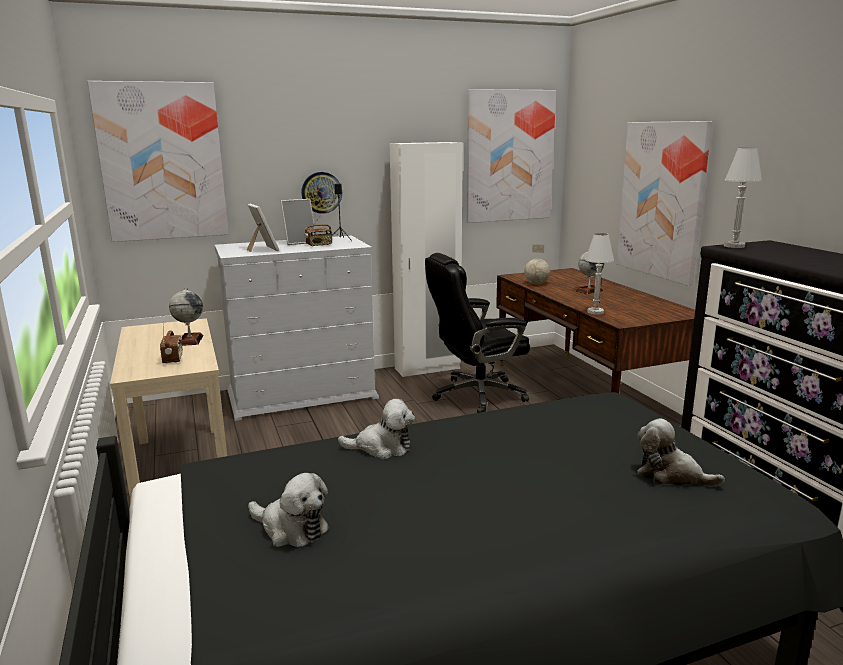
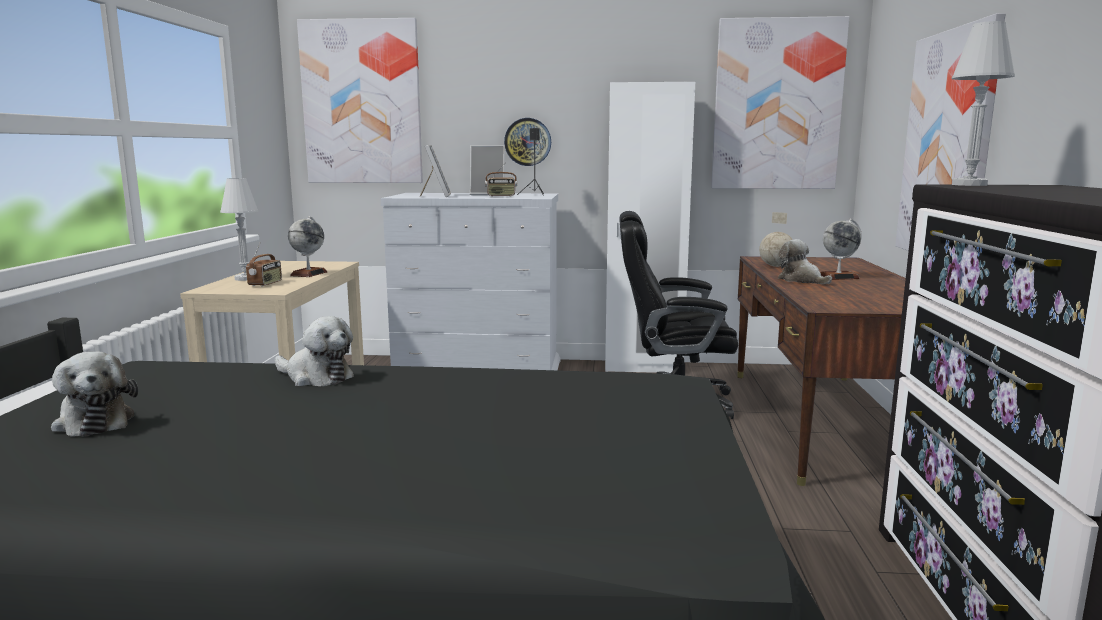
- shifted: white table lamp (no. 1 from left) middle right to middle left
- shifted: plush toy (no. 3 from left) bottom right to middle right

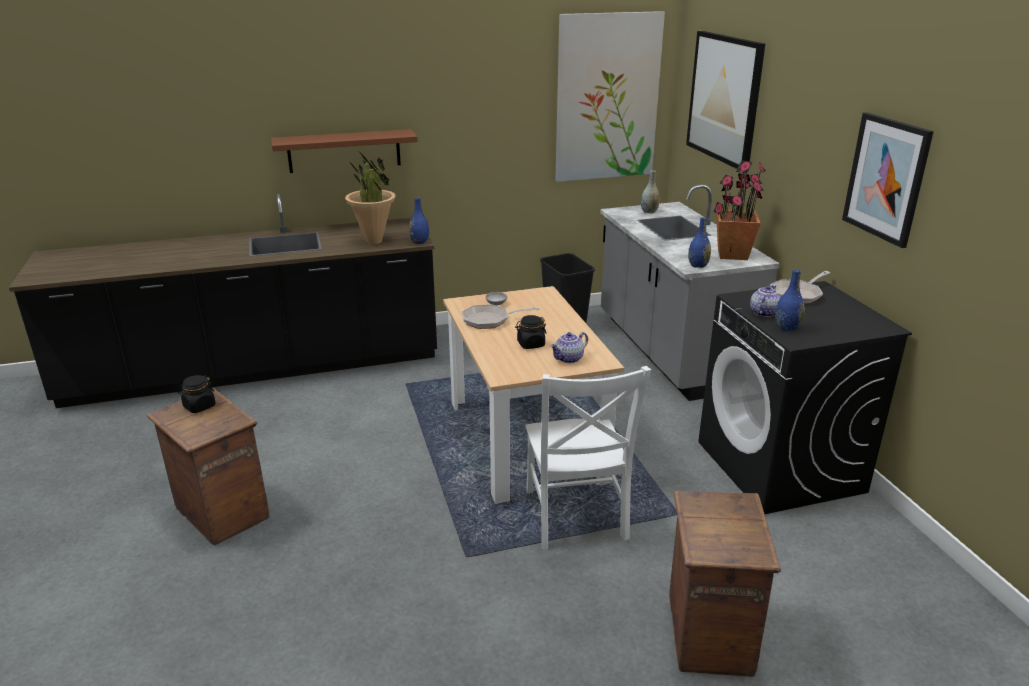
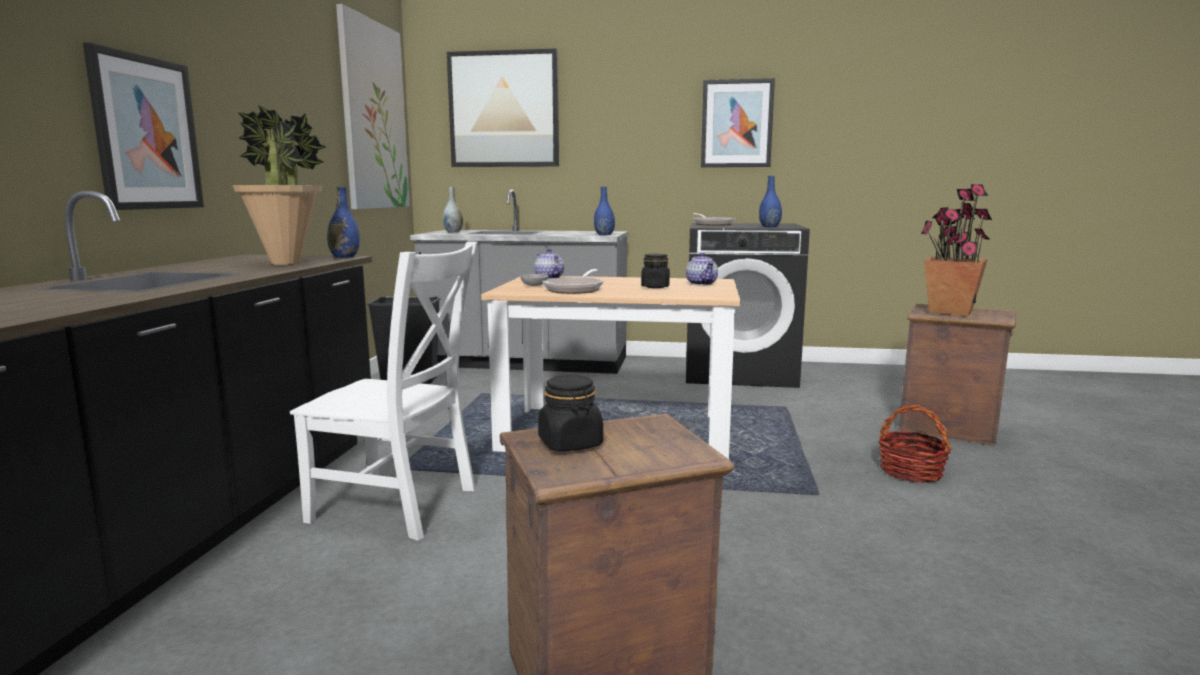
- swapped: brown shelf top centre to picture (no. 1 from left) top left
- shifted: white chair centre to middle left
- shifted: teapot (no. 2 from left in the first image) middle right to teapot (no. 1 from left) centre
- new: basket middle right
- shifted: potted plant (no. 2 from left) top right to middle right

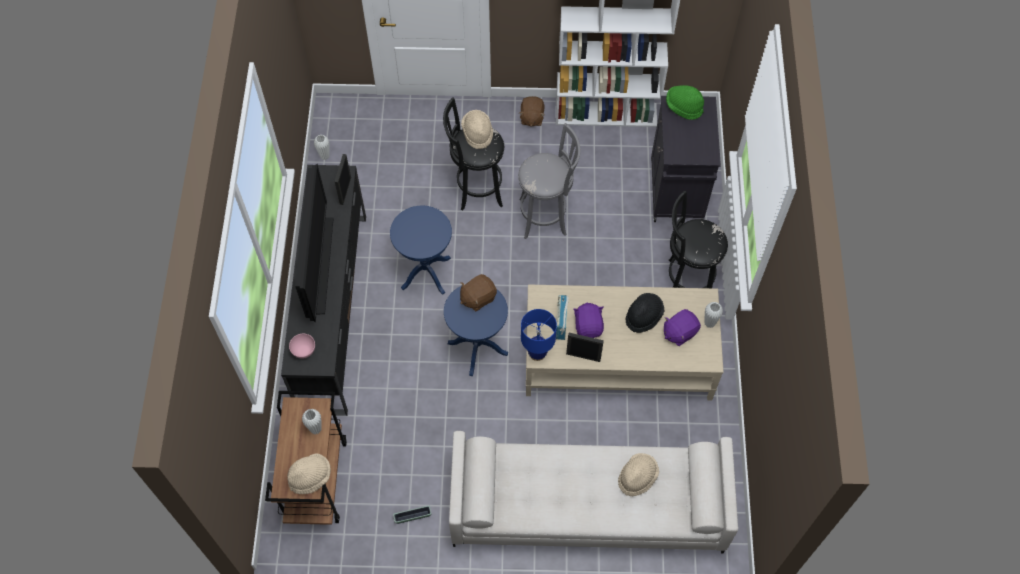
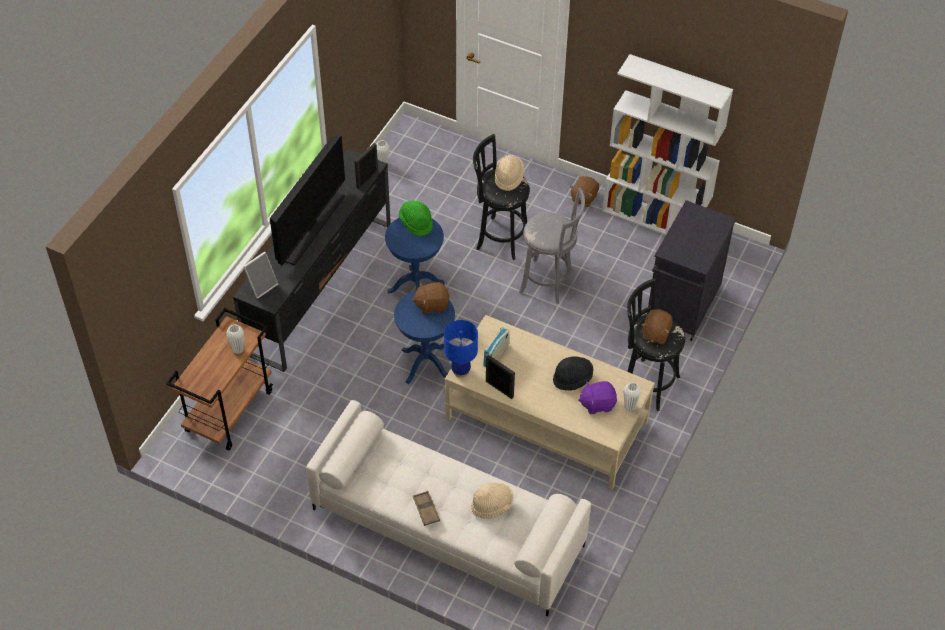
- swapped: pink bowl middle left to picture frame (no. 1 from left) middle left
- shifted: green hat top right to centre
- new: brown tray bottom centre
- new: brown plush toy (no. 3 from left) middle right
- gone: beige hat (no. 1 from left) bottom left
- gone: planter bottom centre
- gone: purple plush toy (no. 1 from left) centre

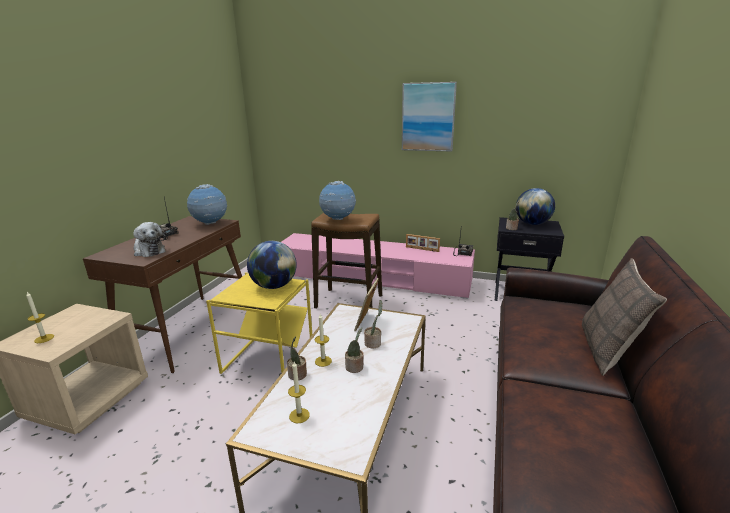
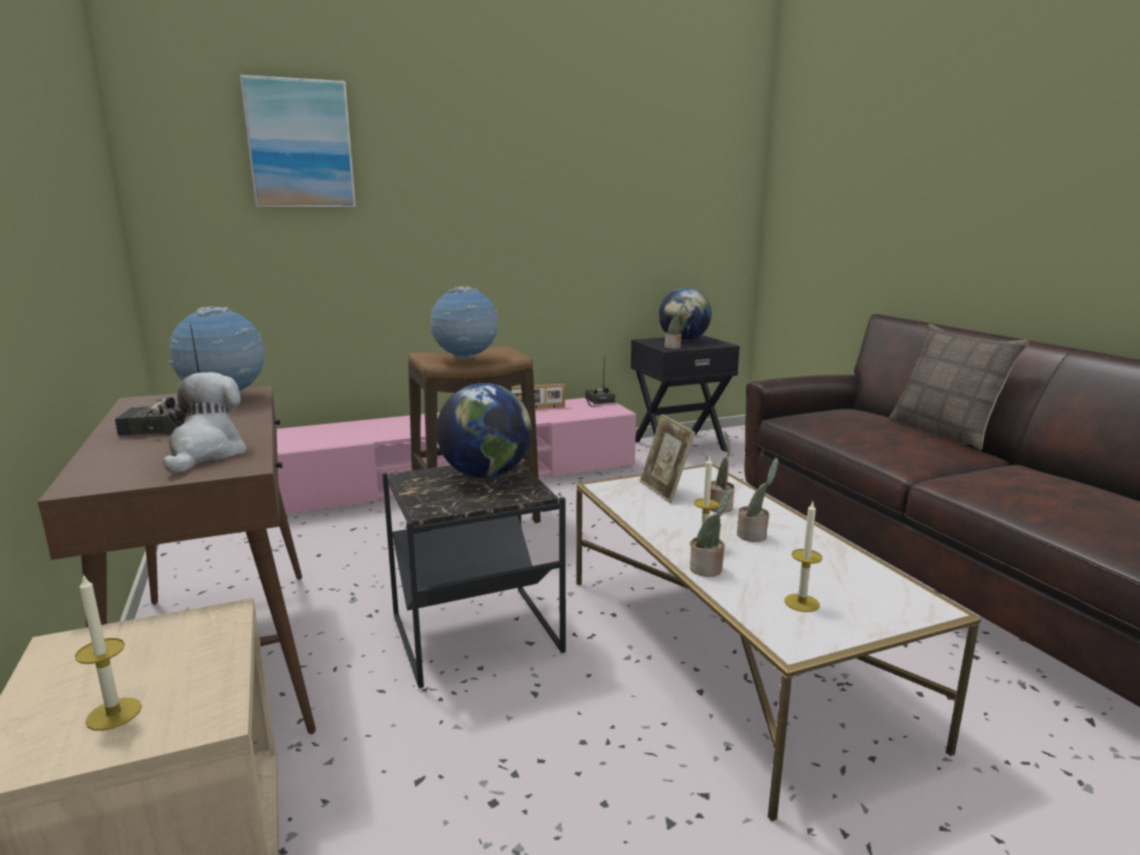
- rotated: plush toy middle left = middle left 90 degrees counterclockwise
- shifted: picture top centre to top left
- repainted: yellow side table centre to black side table bottom centre

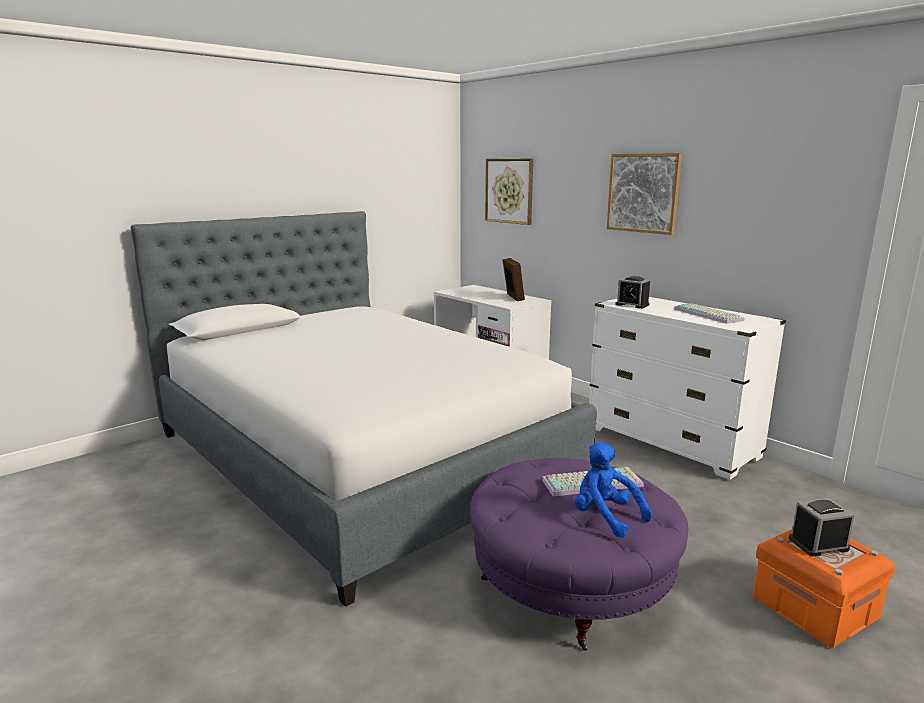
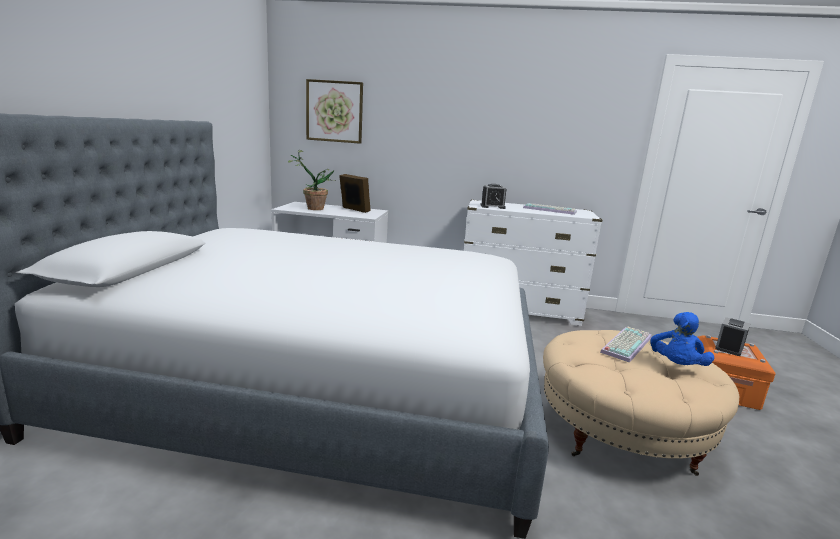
- new: potted plant centre
- repainted: purple ottoman bottom centre to beige ottoman bottom right
- rotated: blue plush toy bottom centre = middle right 75 degrees counterclockwise
- gone: picture (no. 2 from left) top right

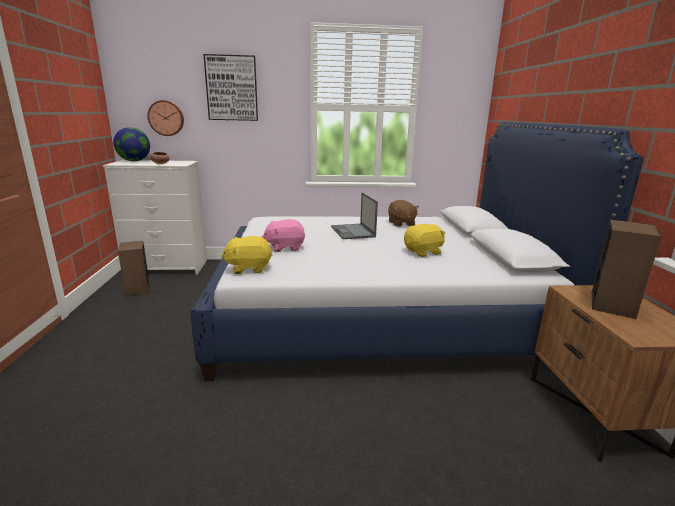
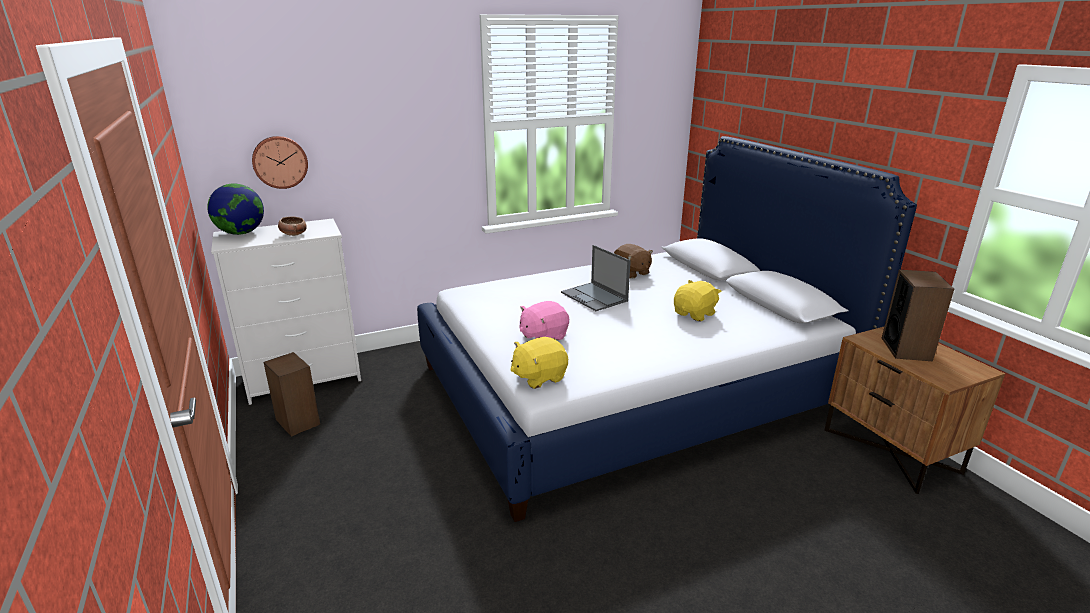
- gone: picture top centre

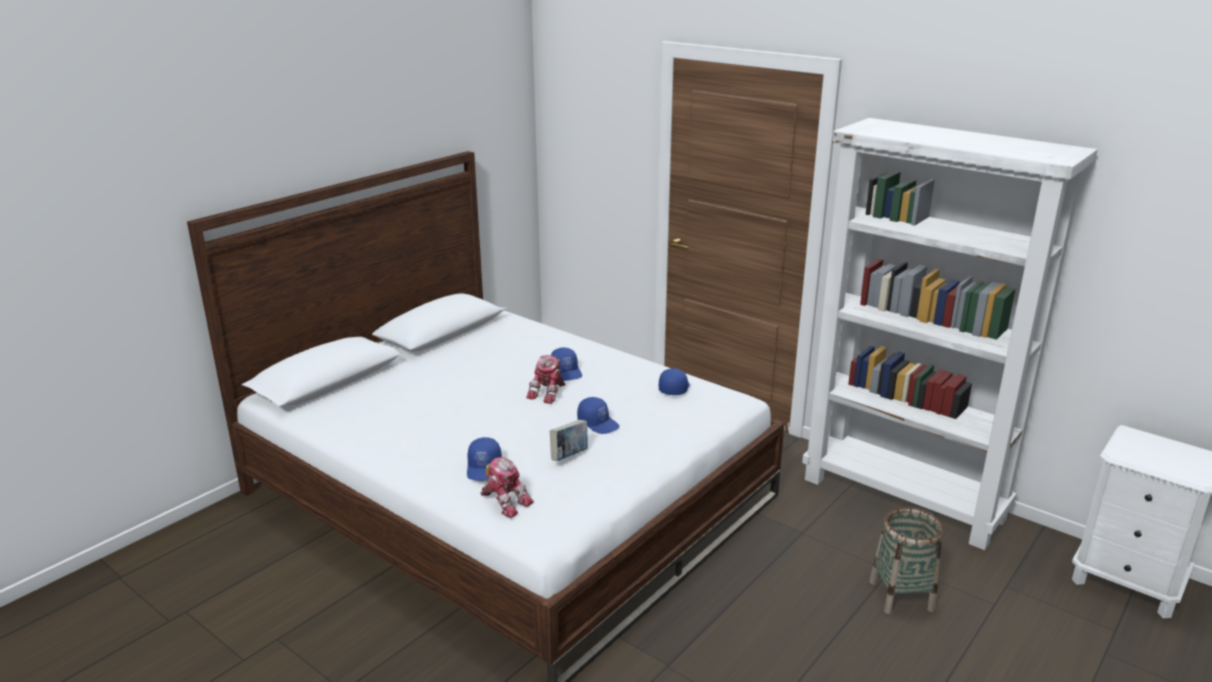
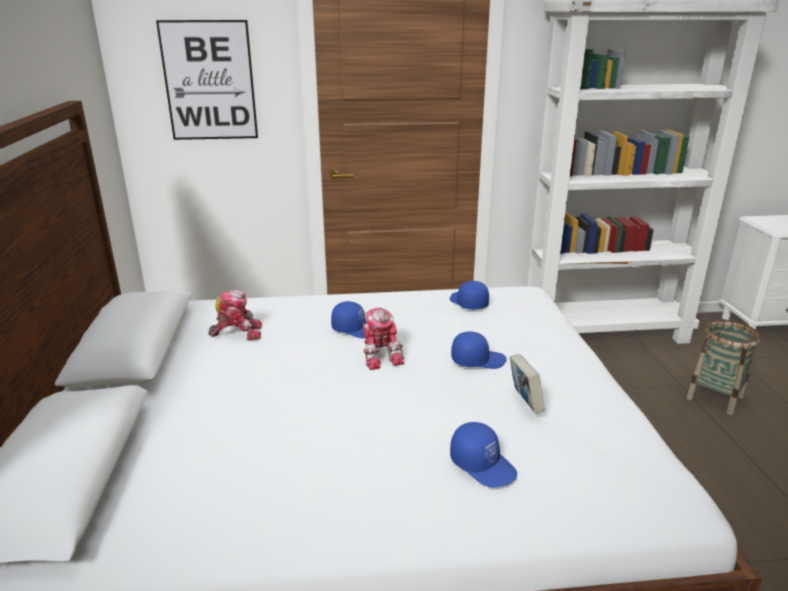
- new: picture top left
- shifted: toy robot (no. 1 from left) bottom centre to middle left

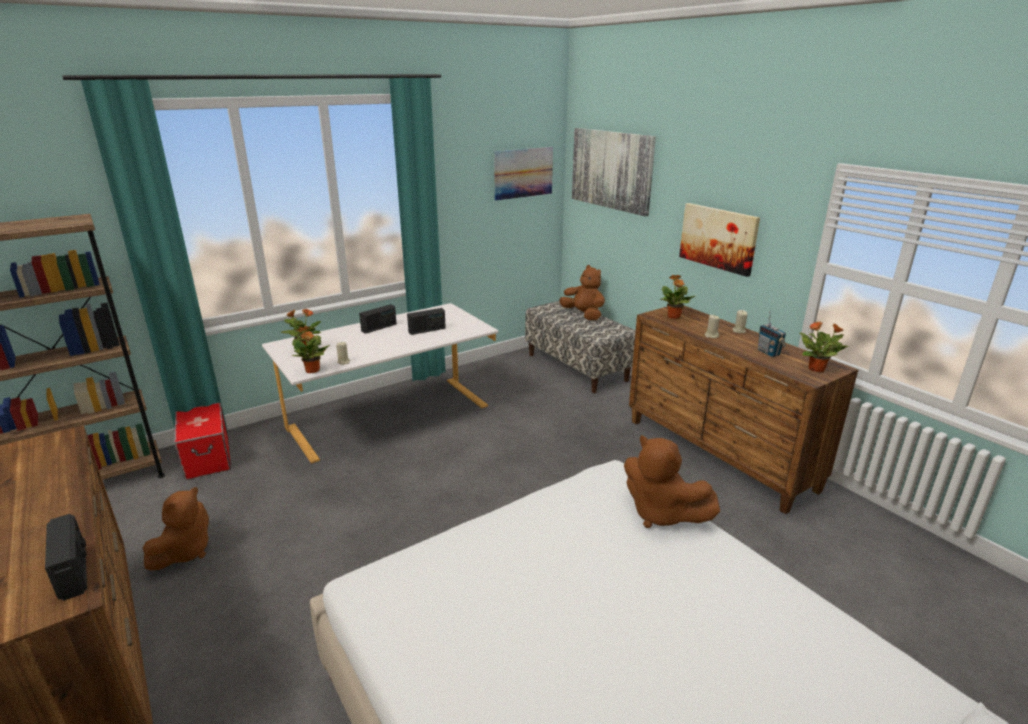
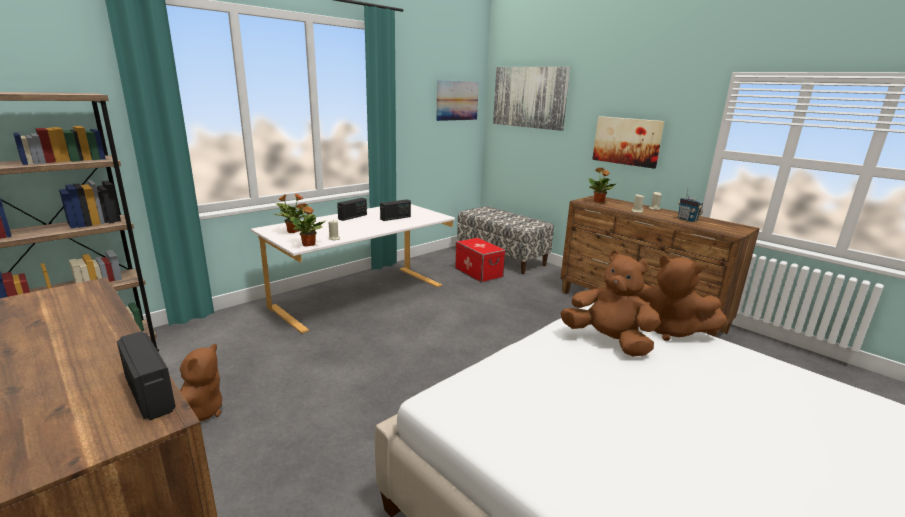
- shifted: storage box middle left to centre
- shifted: brown plush toy (no. 2 from left) centre to middle right
- gone: potted plant (no. 4 from left) middle right

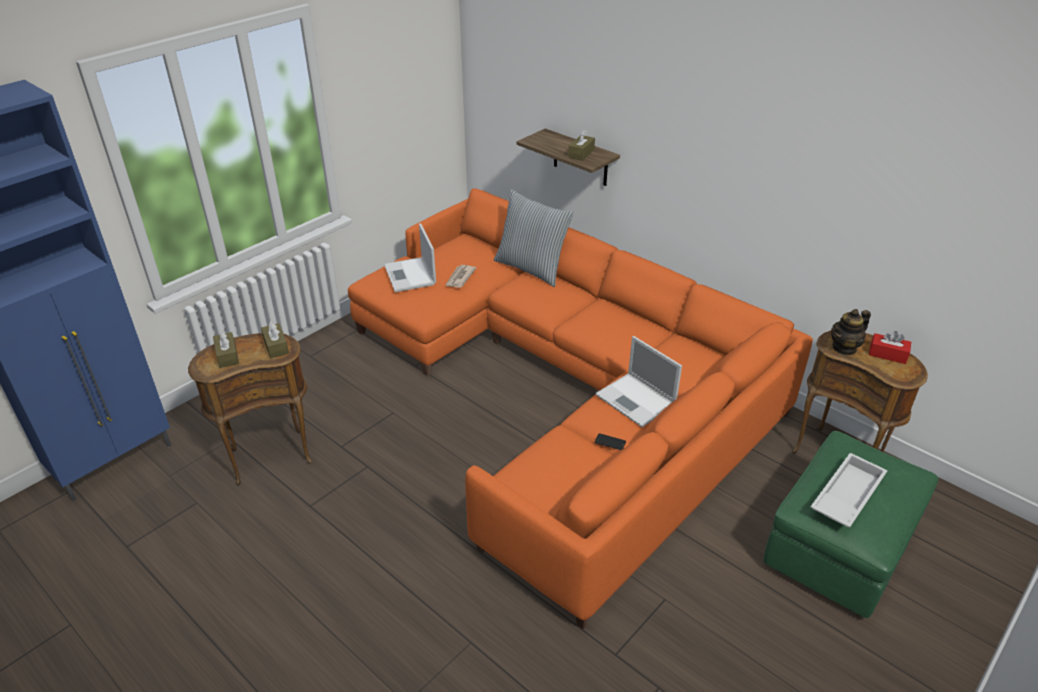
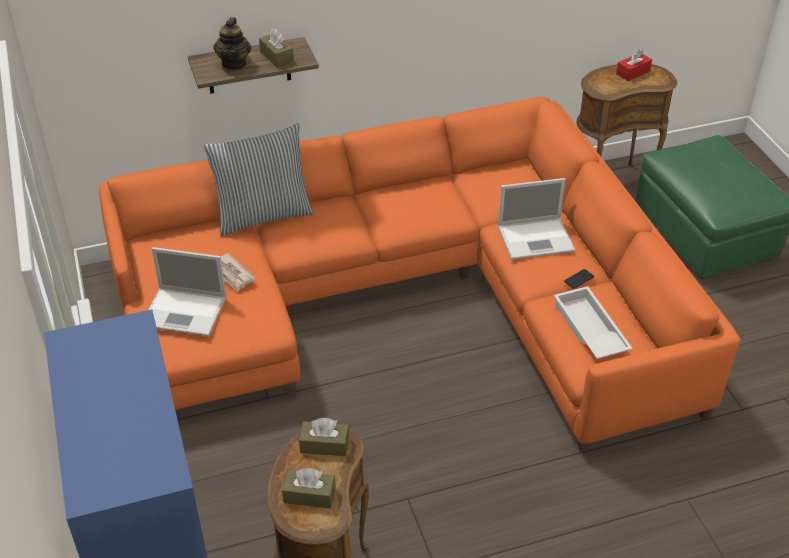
- shifted: teapot middle right to top left
- shifted: white tray bottom right to middle right

